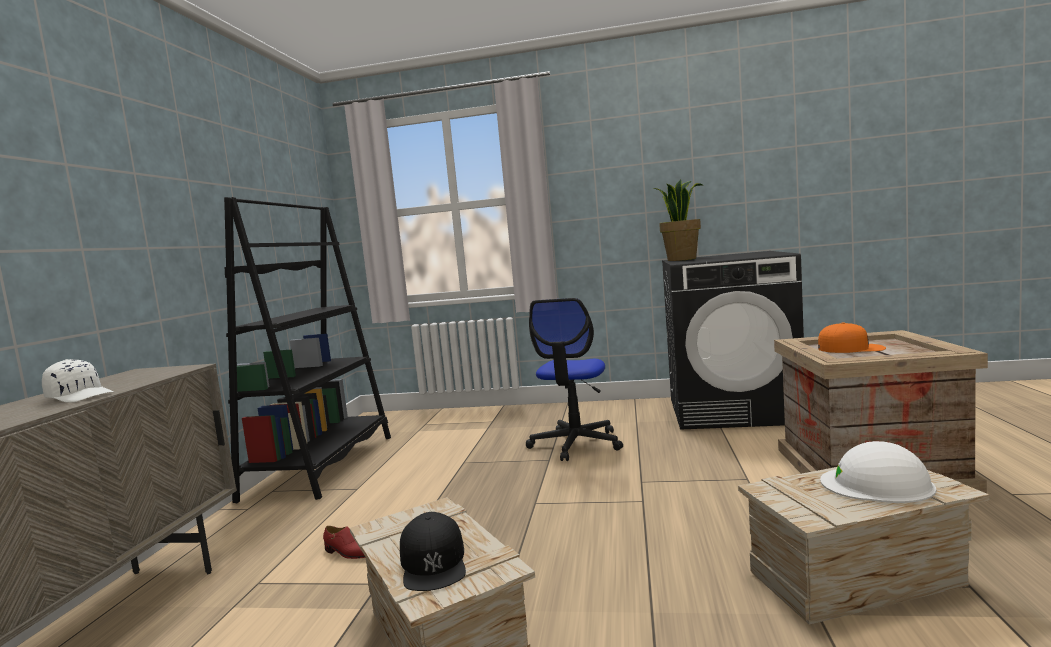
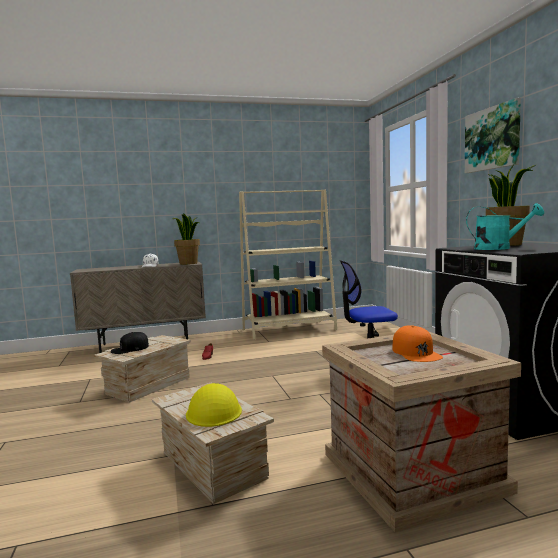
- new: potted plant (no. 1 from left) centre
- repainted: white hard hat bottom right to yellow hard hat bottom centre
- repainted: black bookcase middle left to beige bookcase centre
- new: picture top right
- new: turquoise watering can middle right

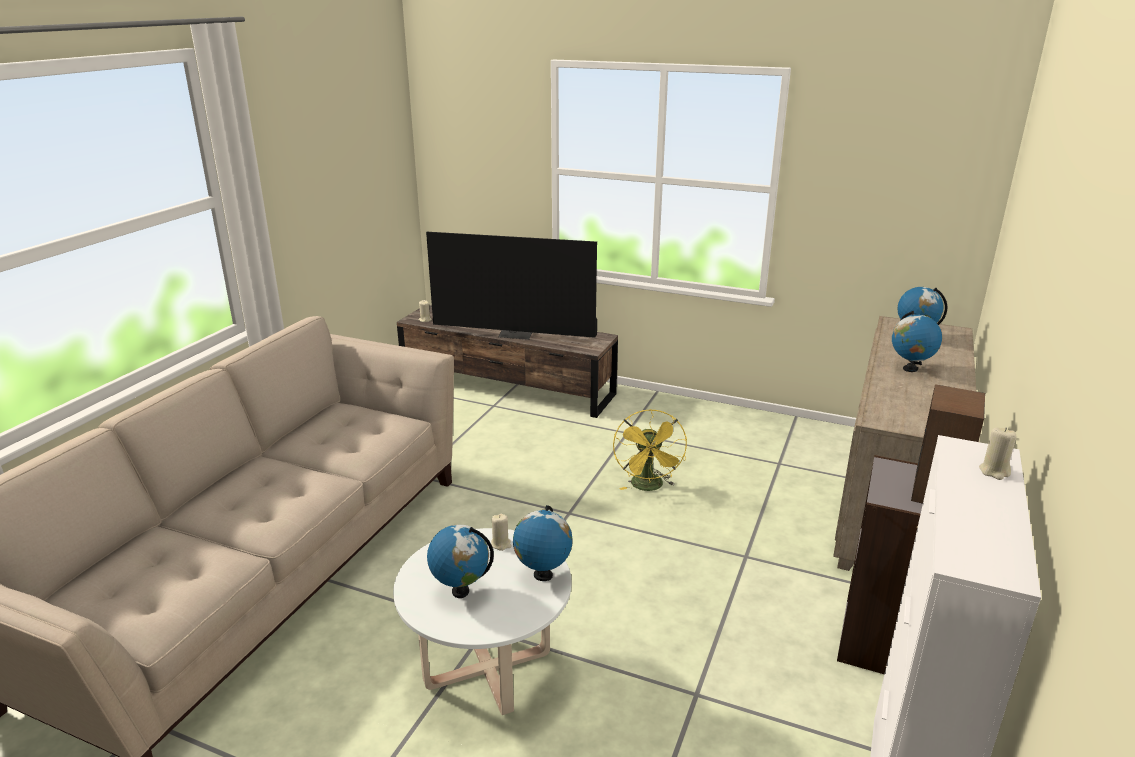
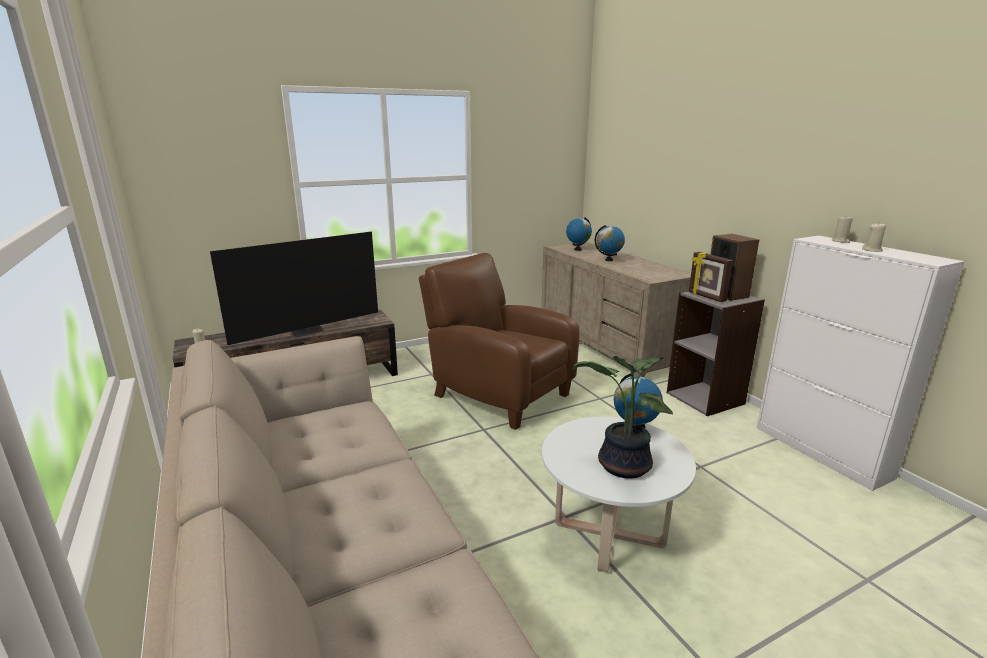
- swapped: yellow fan centre to brown armchair centre
- swapped: globe (no. 1 from left) bottom centre to potted plant centre
- new: picture frame middle right
- shifted: beige candle (no. 2 from left in the first image) bottom centre to beige candle (no. 3 from left) middle right

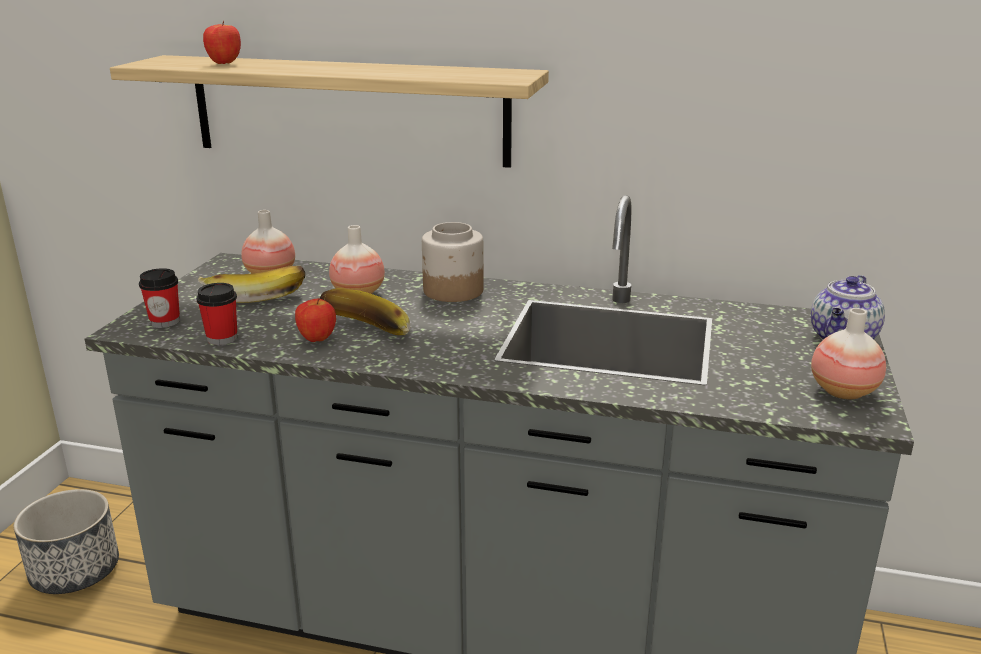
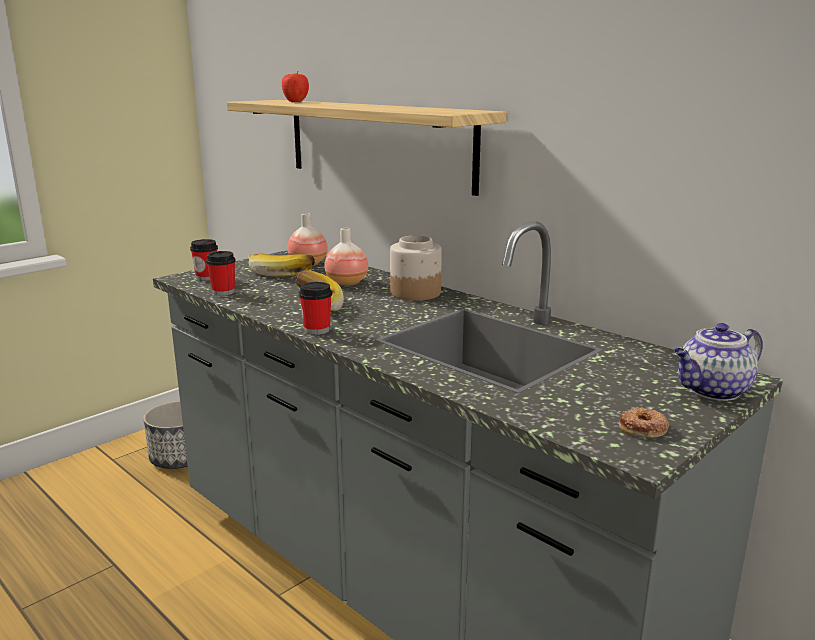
- new: cup (no. 3 from left) centre
- swapped: vase (no. 3 from left) middle right to donut middle right
- gone: apple (no. 2 from left) middle left

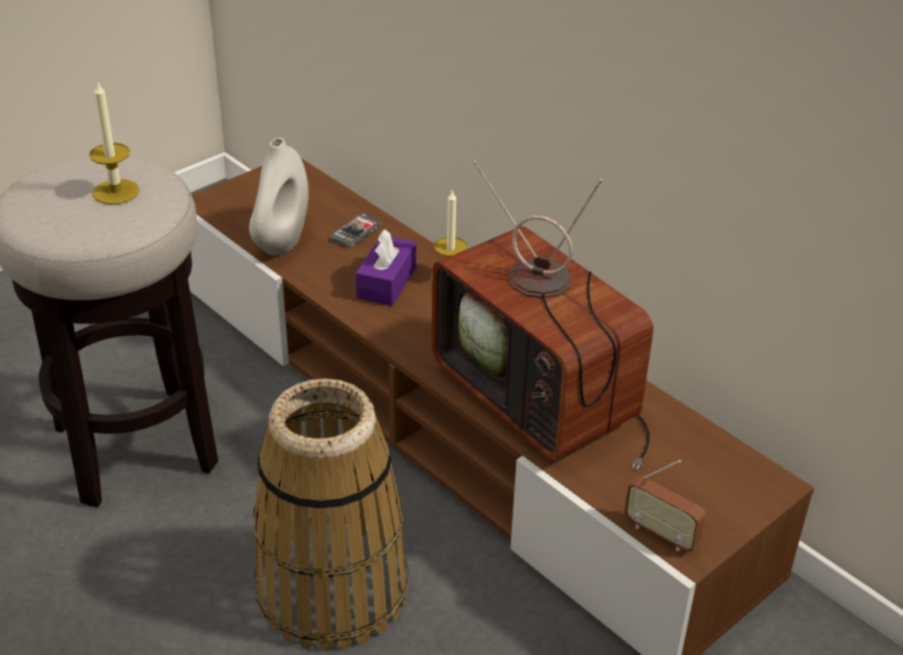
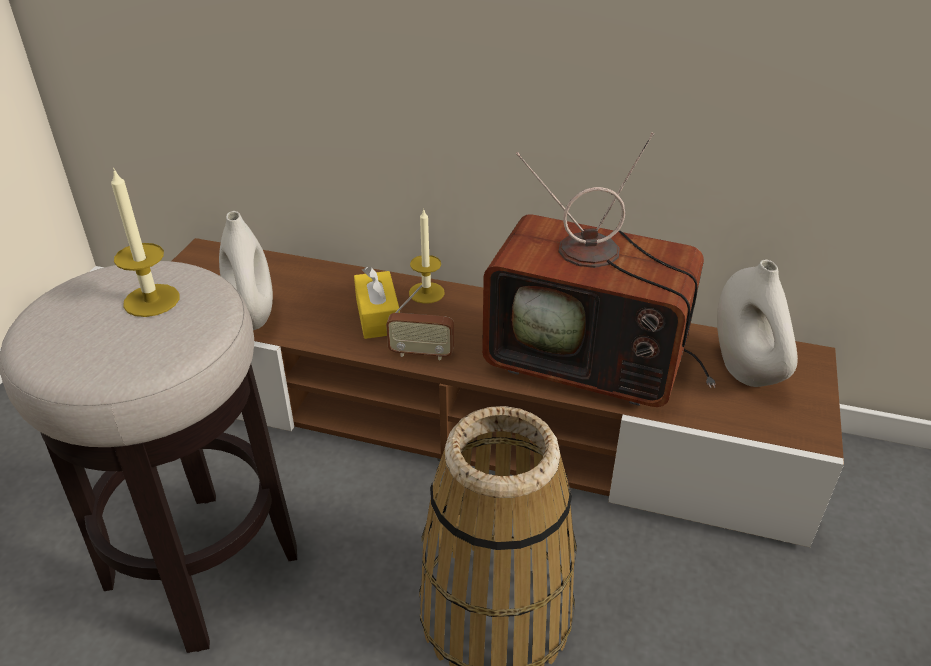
- repainted: purple tissue box centre to yellow tissue box centre
- shifted: radio bottom right to centre
- new: white vase (no. 2 from left) middle right
- gone: phone centre

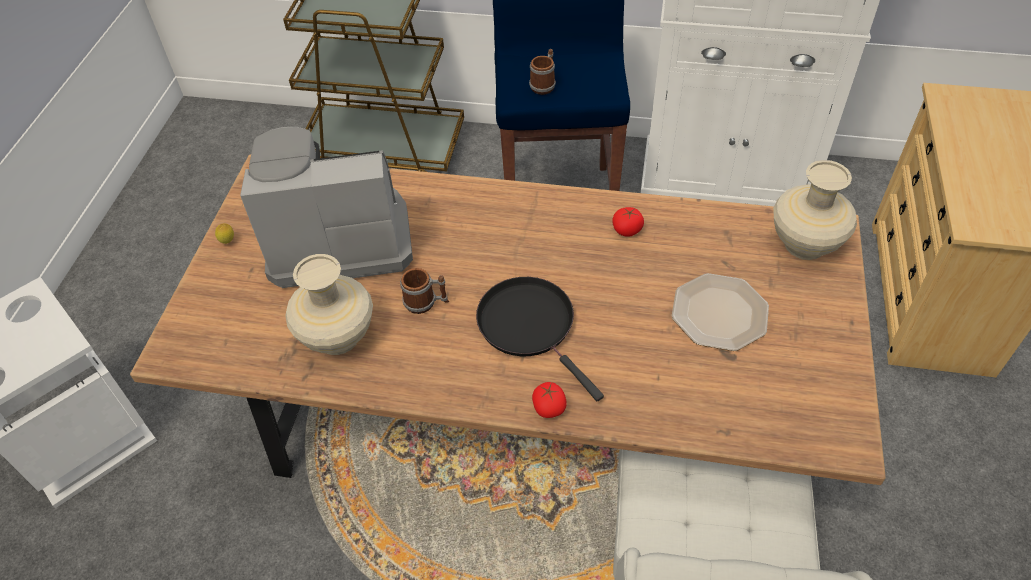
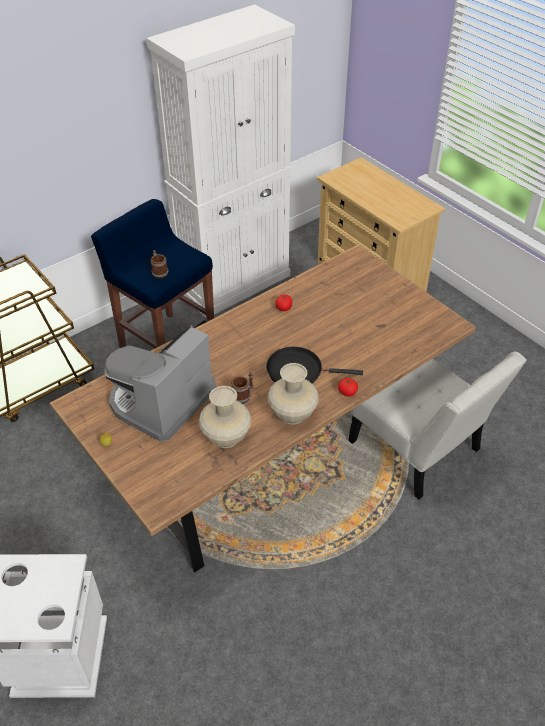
- shifted: beige vase (no. 2 from left) middle right to centre
- gone: plate middle right

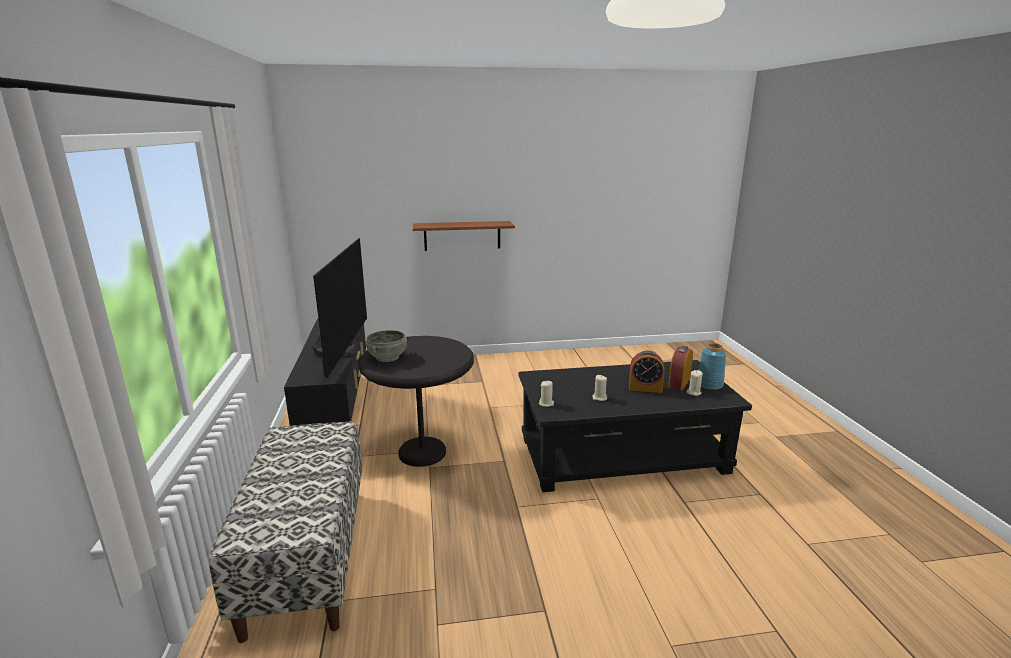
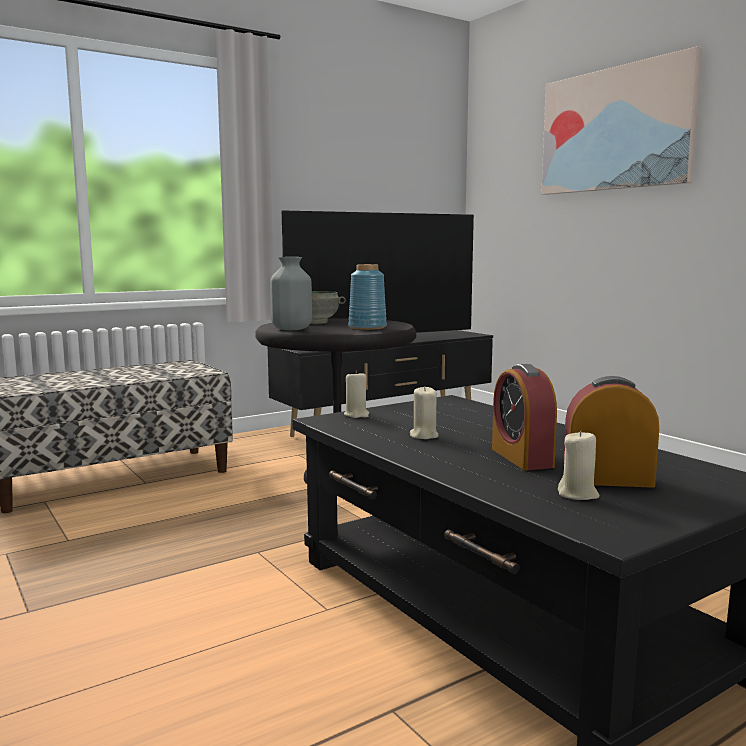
- new: grey vase centre
- shifted: blue vase middle right to centre
- new: picture top right
- gone: brown shelf centre

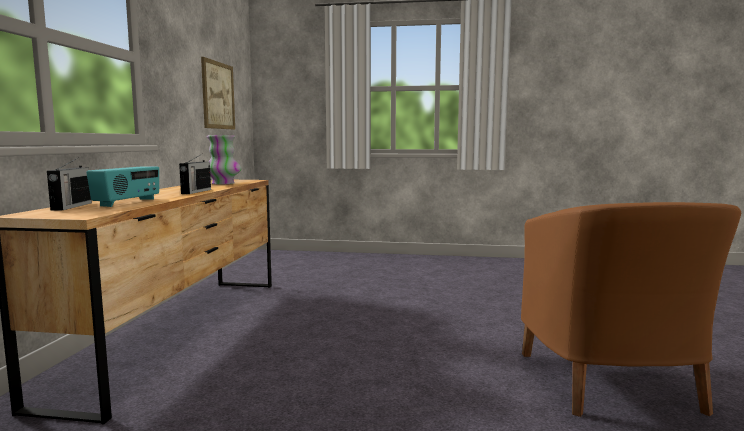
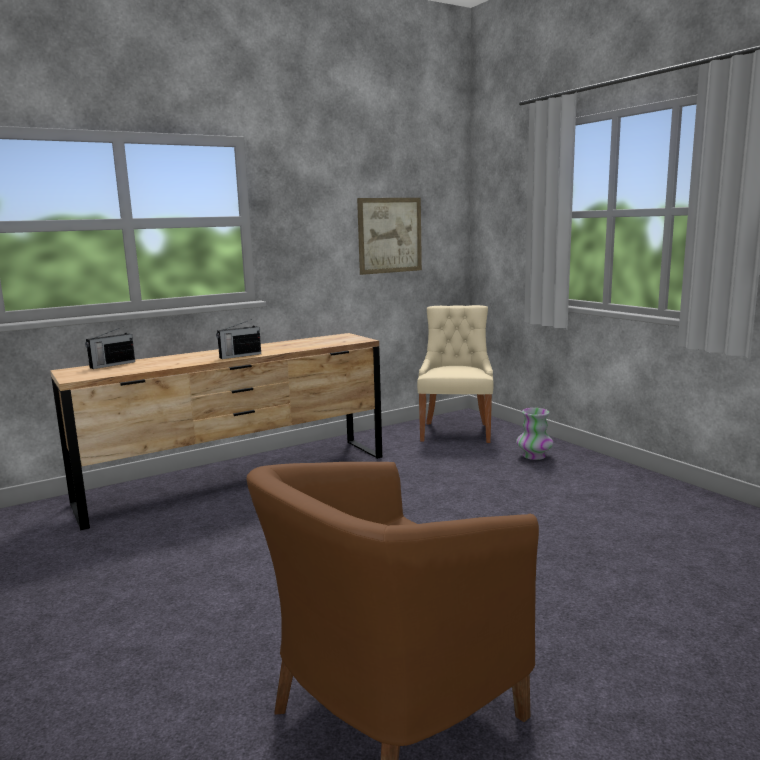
- new: beige chair centre
- shifted: vase middle left to middle right
- gone: radio (no. 2 from left) middle left

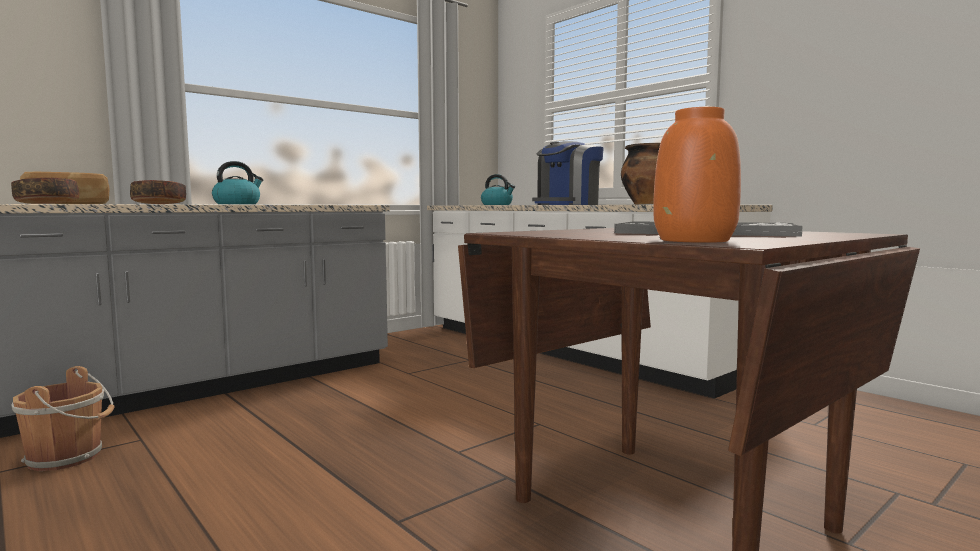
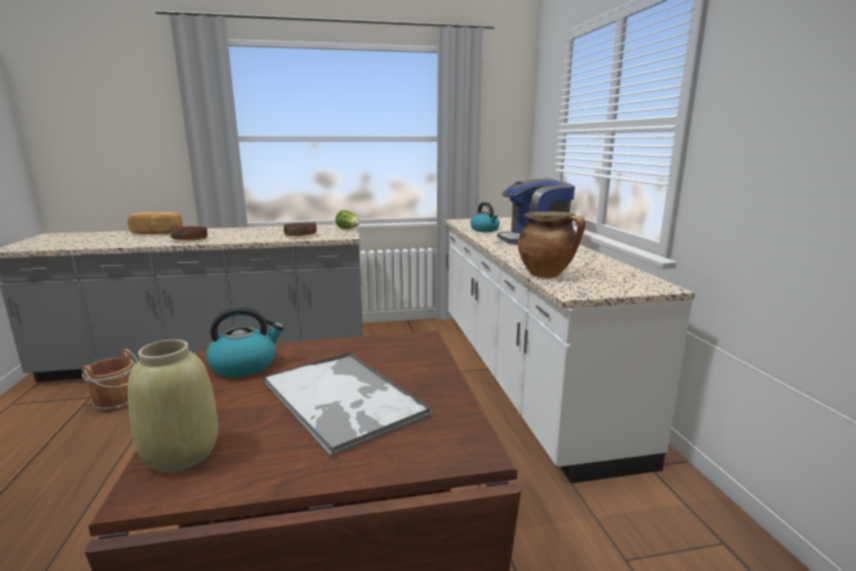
- repainted: orange vase top right to beige vase bottom left
- shifted: kettle (no. 1 from left) top left to middle left
- shifted: bowl (no. 1 from left in the first image) middle left to bowl (no. 2 from left) centre
- new: lettuce centre

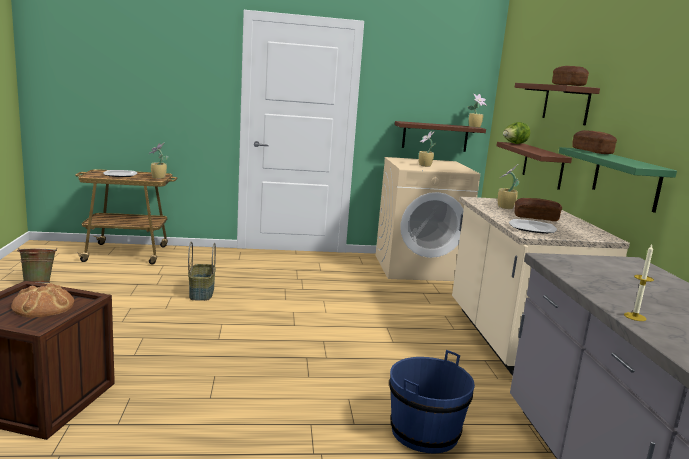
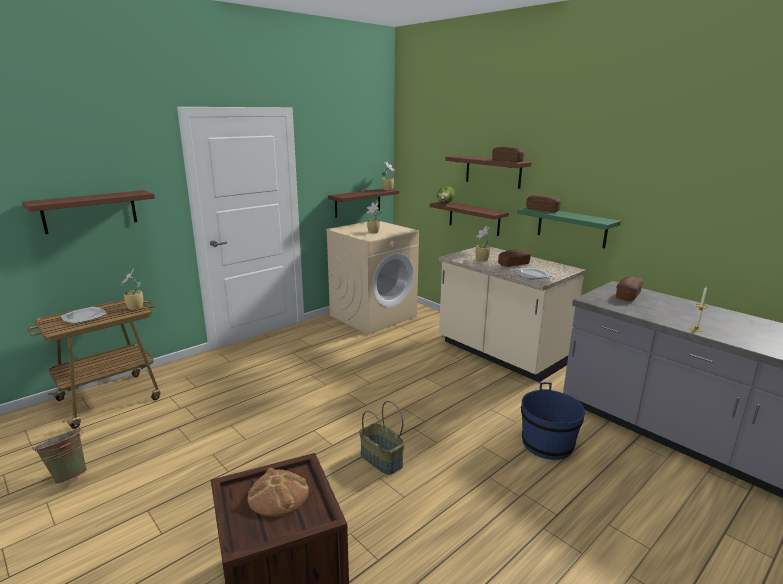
- new: brown shelf (no. 1 from left) middle left
- shifted: basket middle left to bottom centre
- new: bread (no. 5 from left) middle right

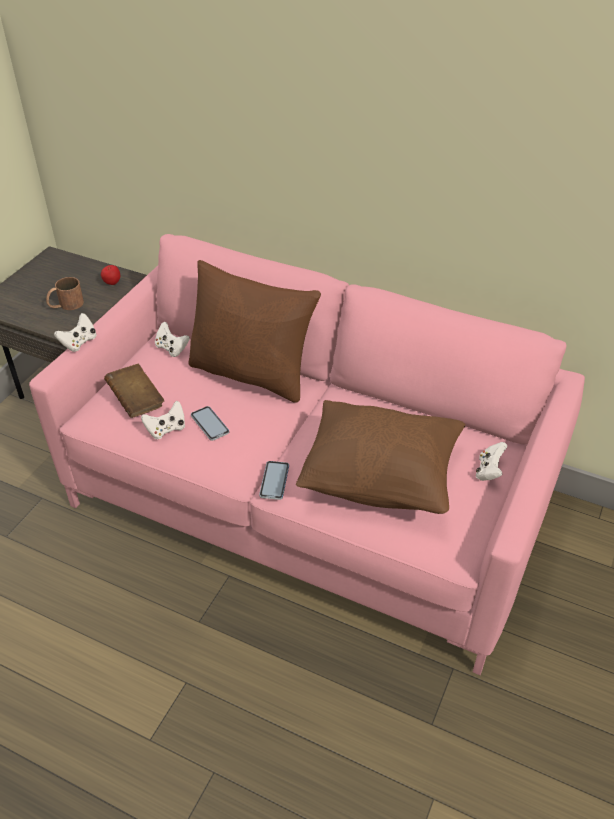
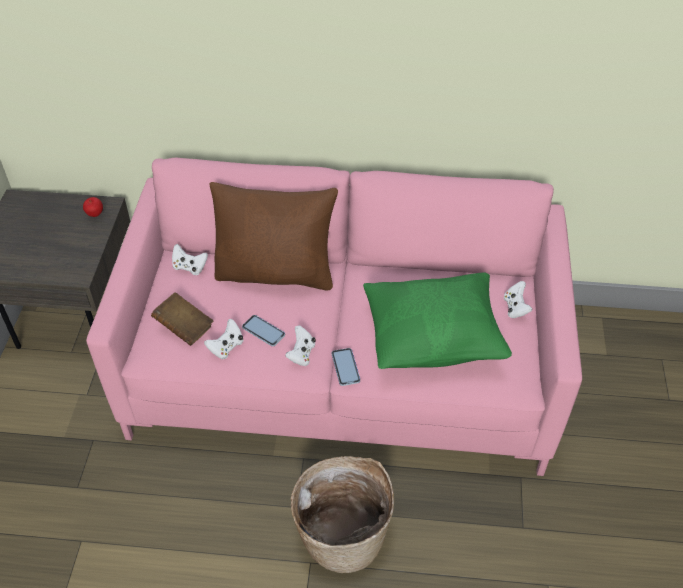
- shifted: white game controller (no. 1 from left in the first image) middle left to white game controller (no. 3 from left) centre
- new: basket bottom centre
- repainted: brown pillow (no. 2 from left) centre to green pillow centre
- gone: brown mug middle left

